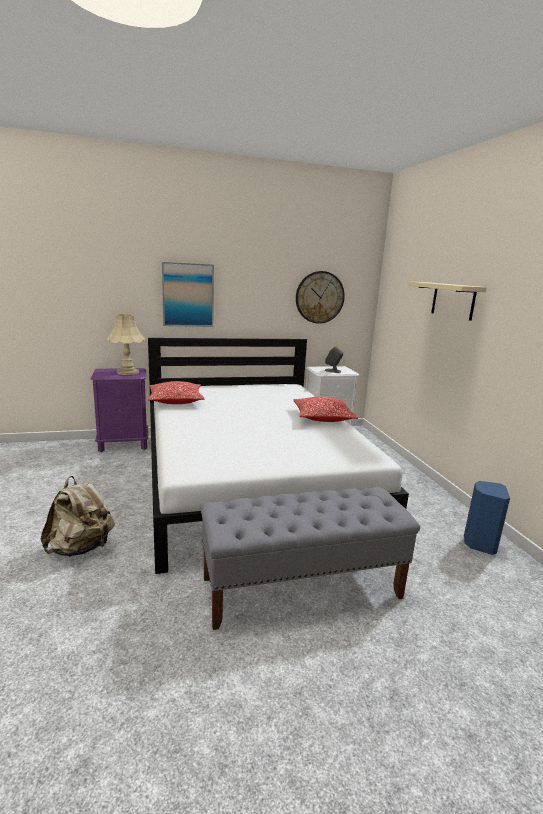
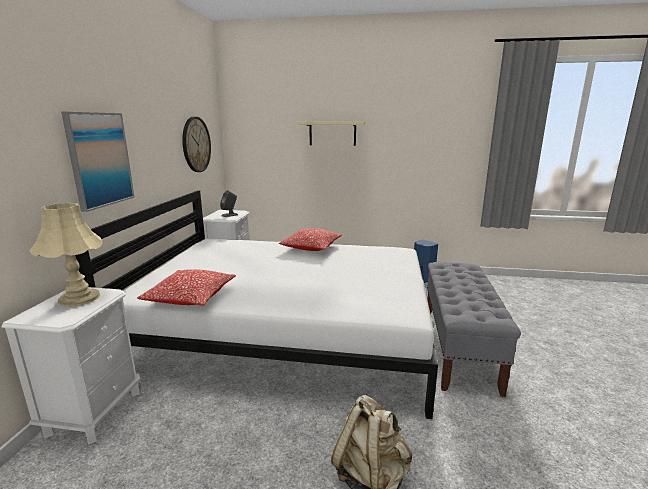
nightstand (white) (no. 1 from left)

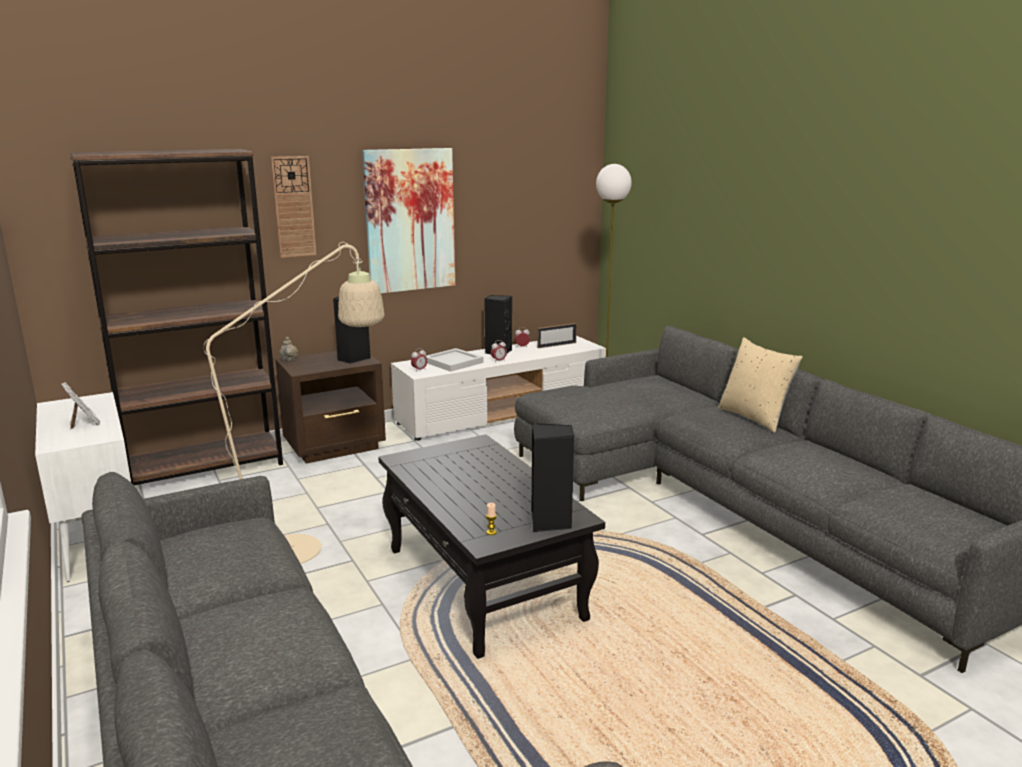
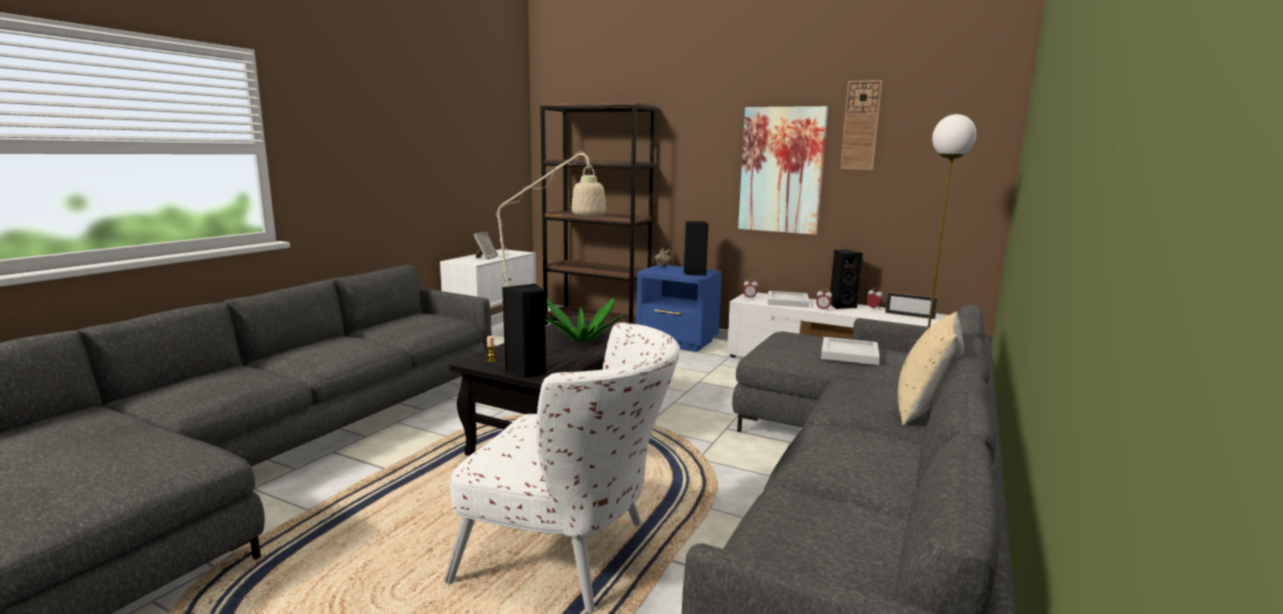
wall clock
nightstand (blue)
armchair (white)
potted plant
tray (white) (no. 2 from left)

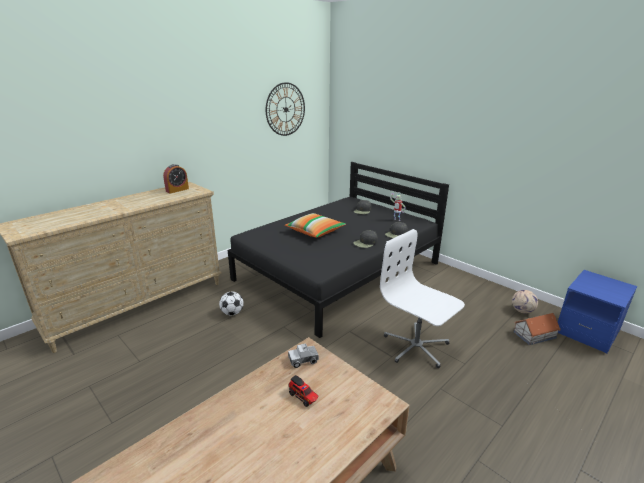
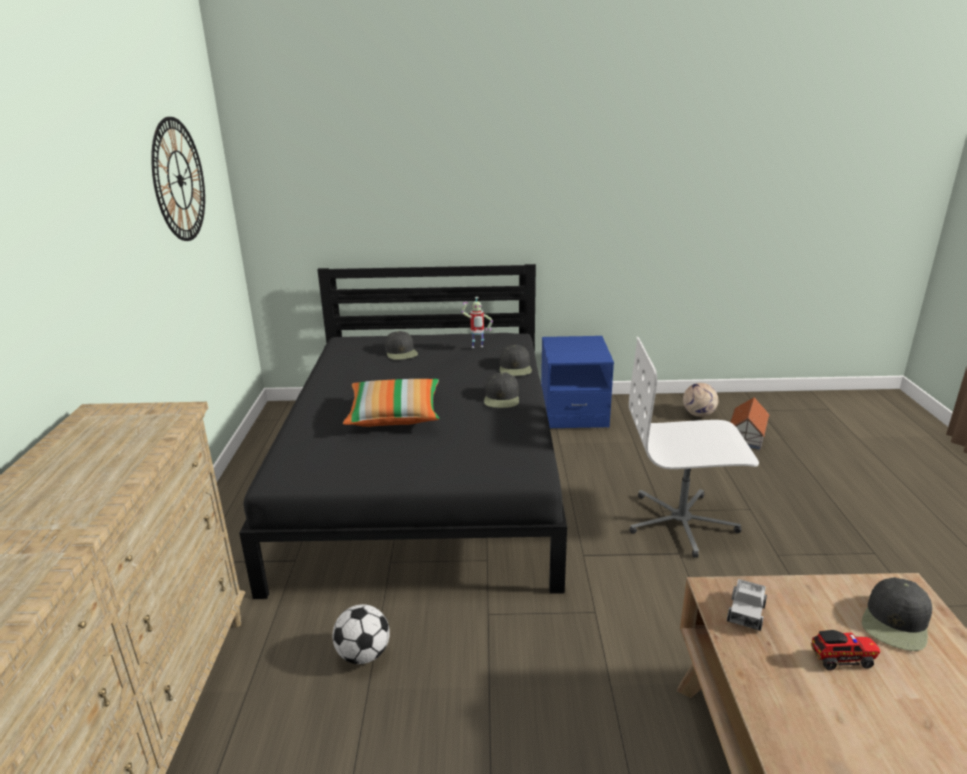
alarm clock
nightstand (blue)
cap (black) (no. 4 from left)

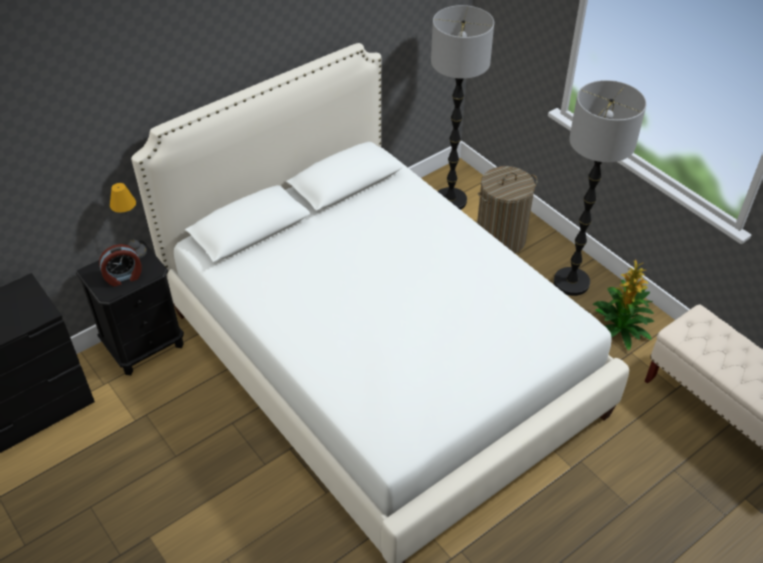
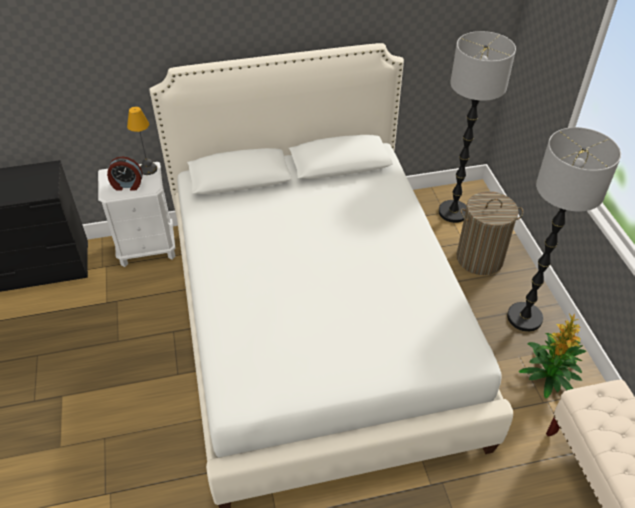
nightstand (white)

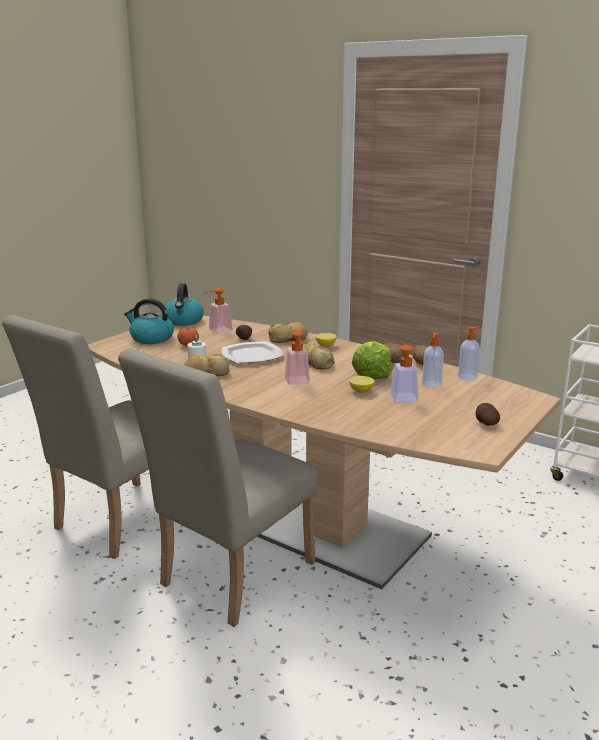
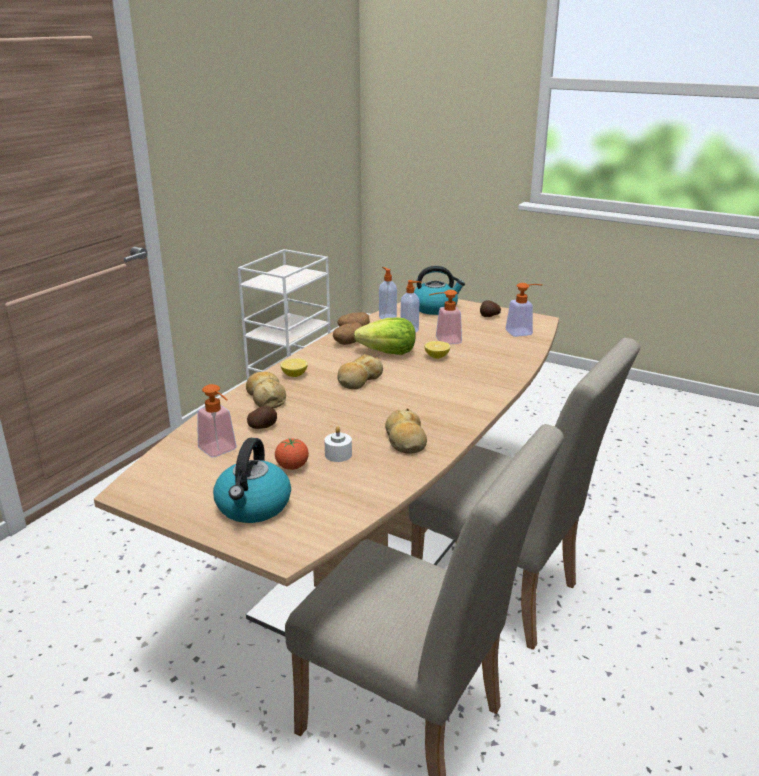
kettle (no. 2 from left)
plate
soap dispenser (no. 5 from left)

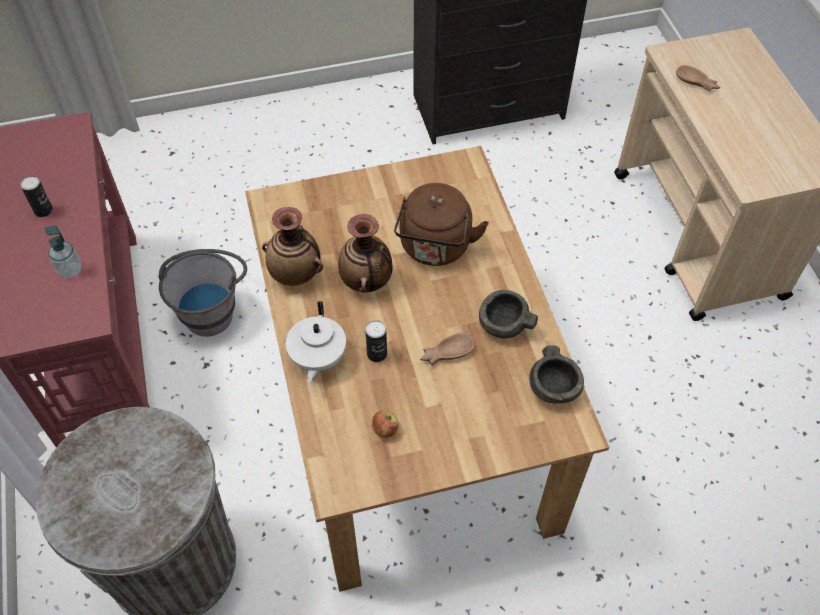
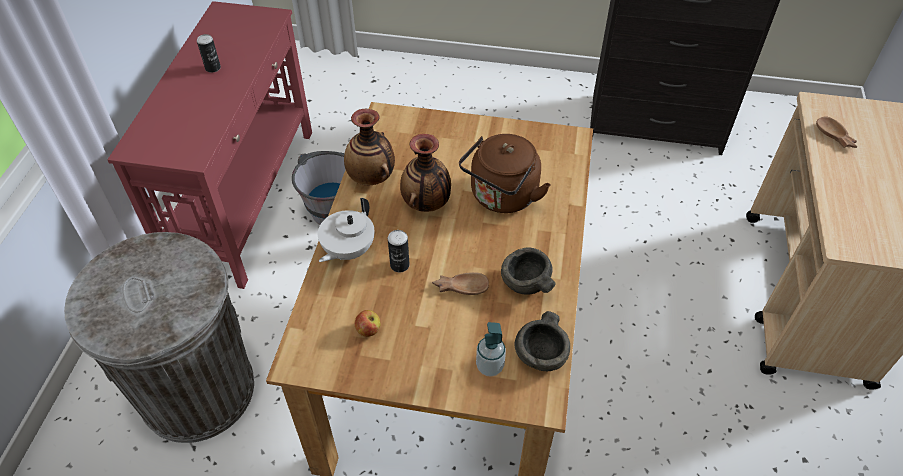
soap dispenser

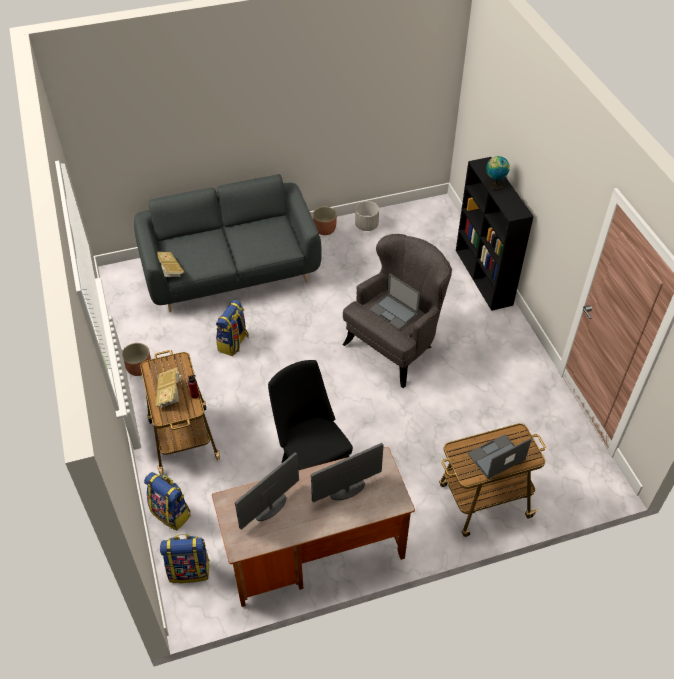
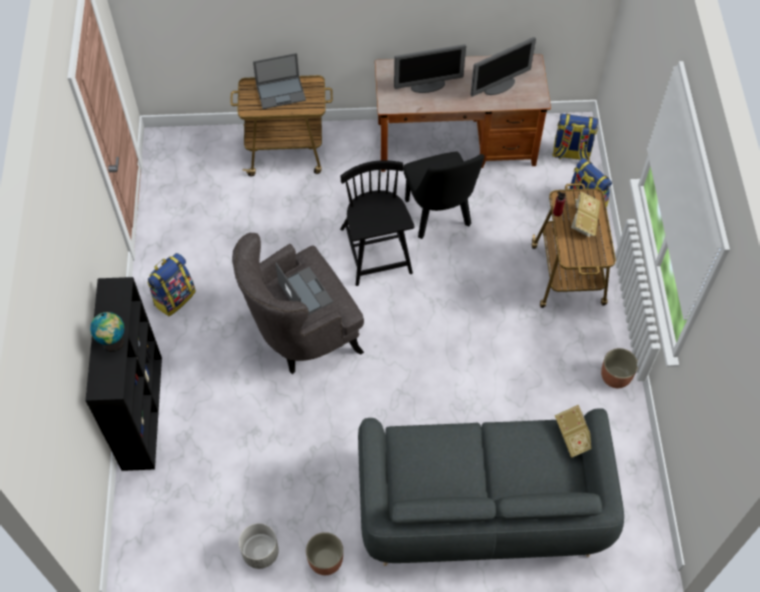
backpack (no. 1 from left)
chair (black) (no. 1 from left)

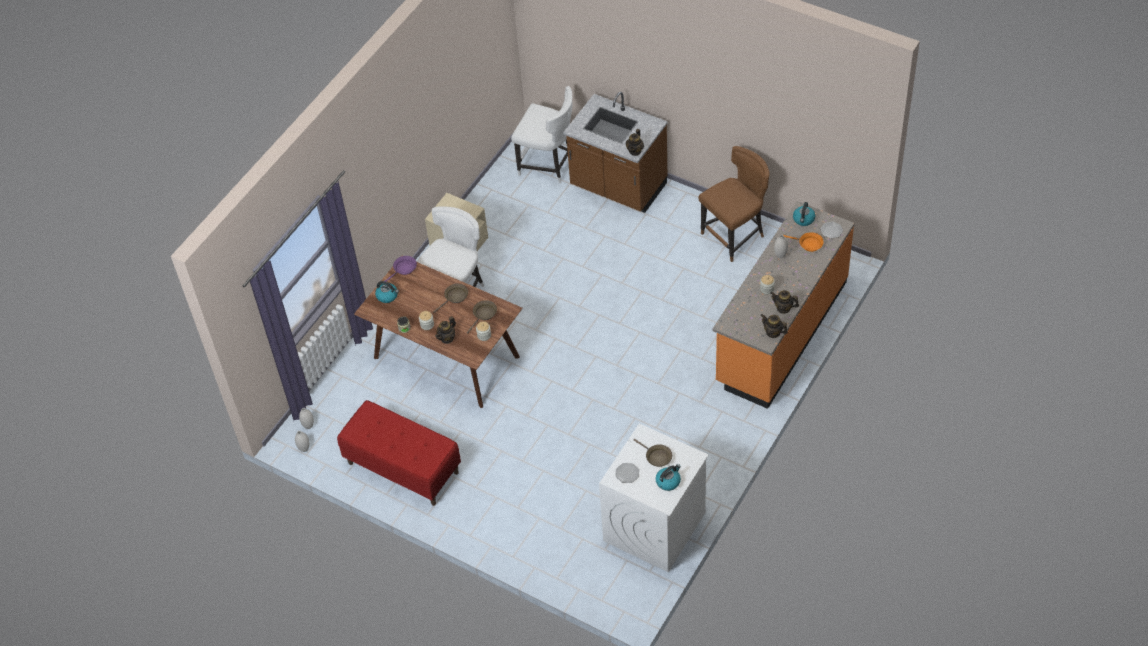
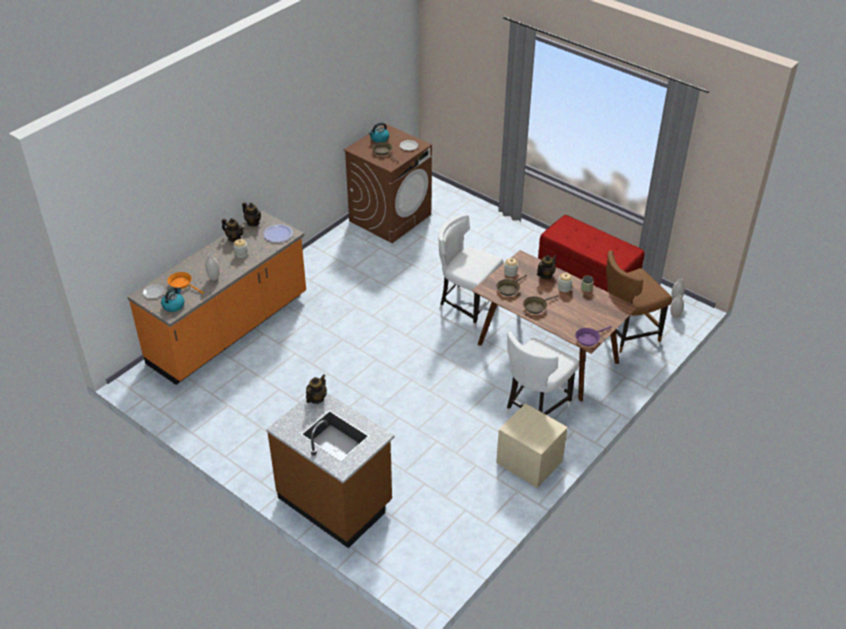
kettle (no. 1 from left in the first image)
chair (white) (no. 1 from left)
washing machine (brown)
chair (brown)
plate (no. 2 from left)

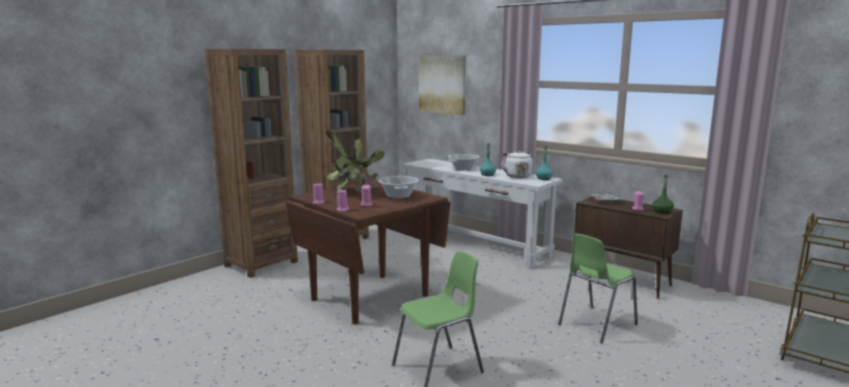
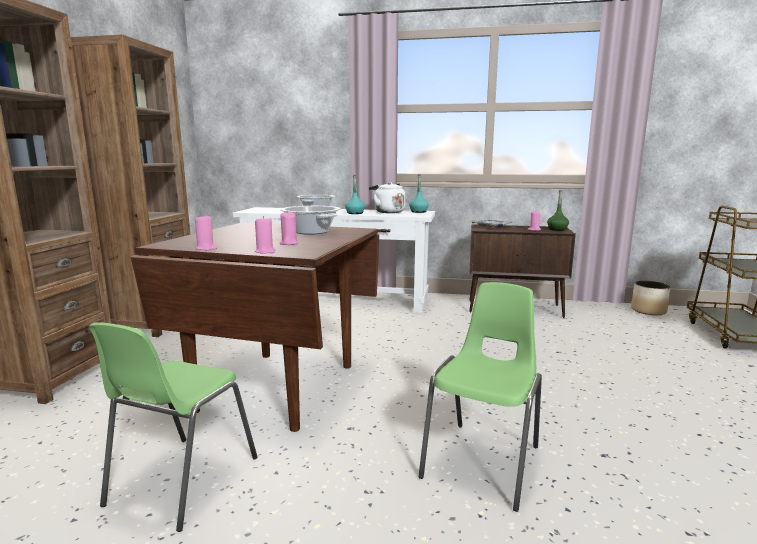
potted plant
picture
chair (green) (no. 1 from left)
planter

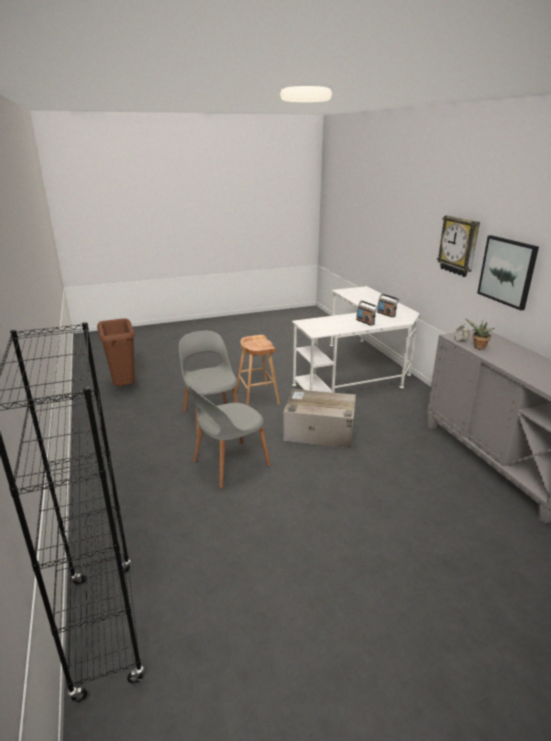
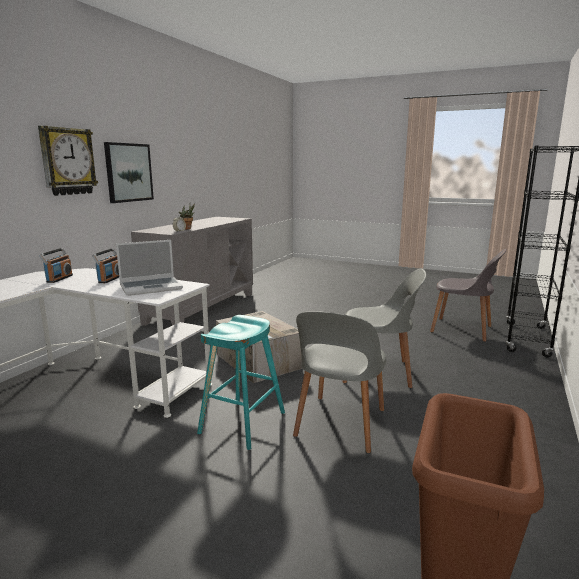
stool (turquoise)
laptop
chair (grey) (no. 3 from left)

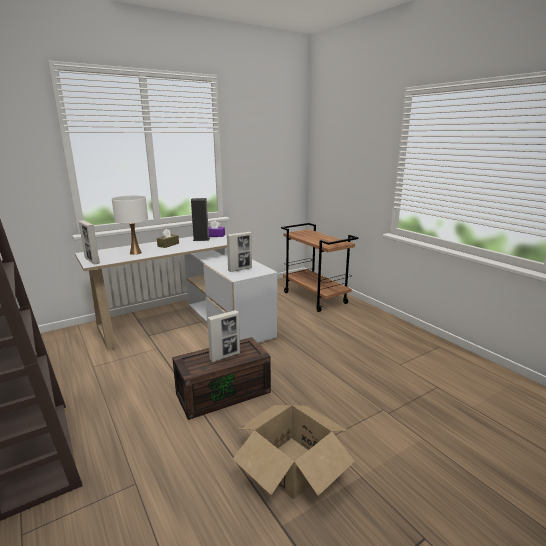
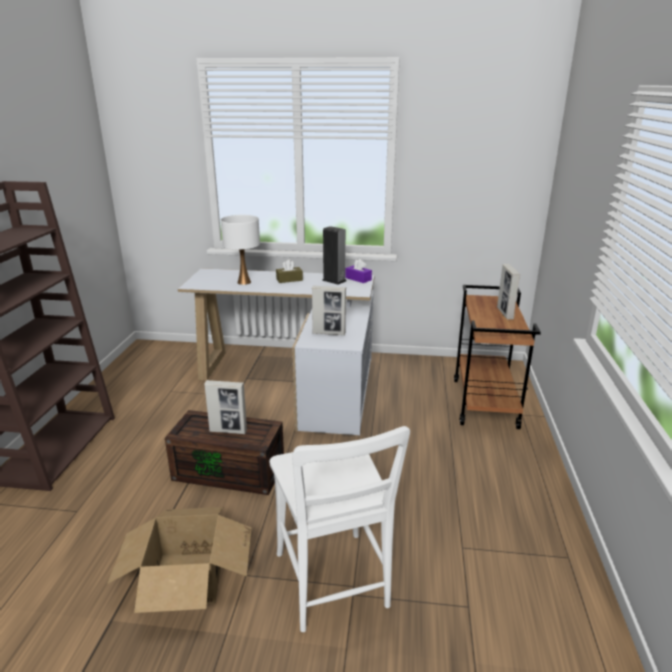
picture frame (no. 3 from left)
chair (white)

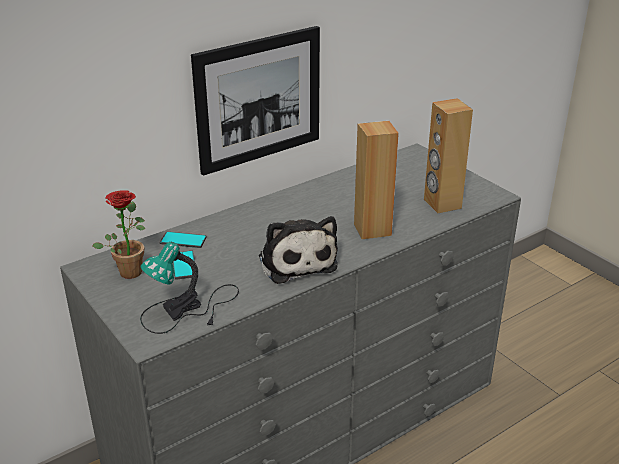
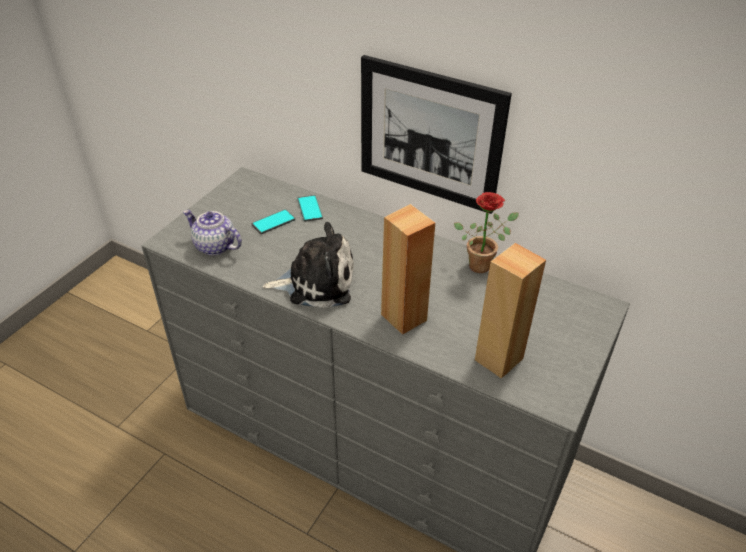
potted plant
teapot
plush toy

